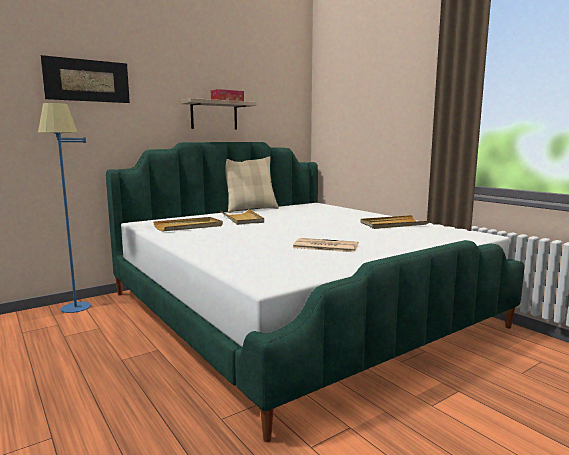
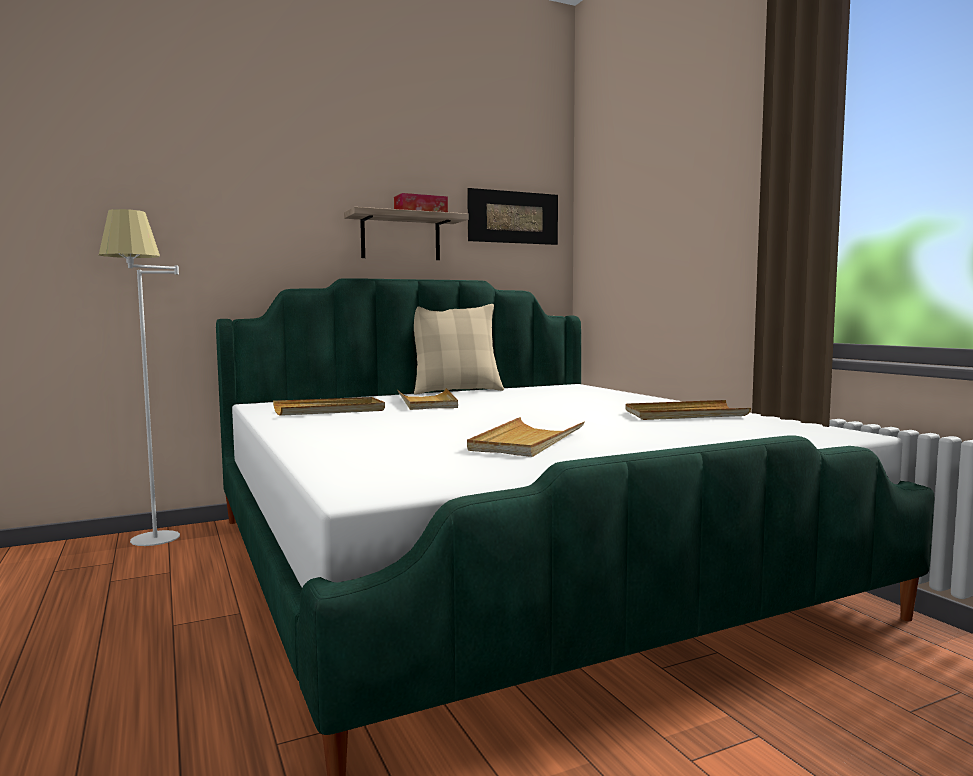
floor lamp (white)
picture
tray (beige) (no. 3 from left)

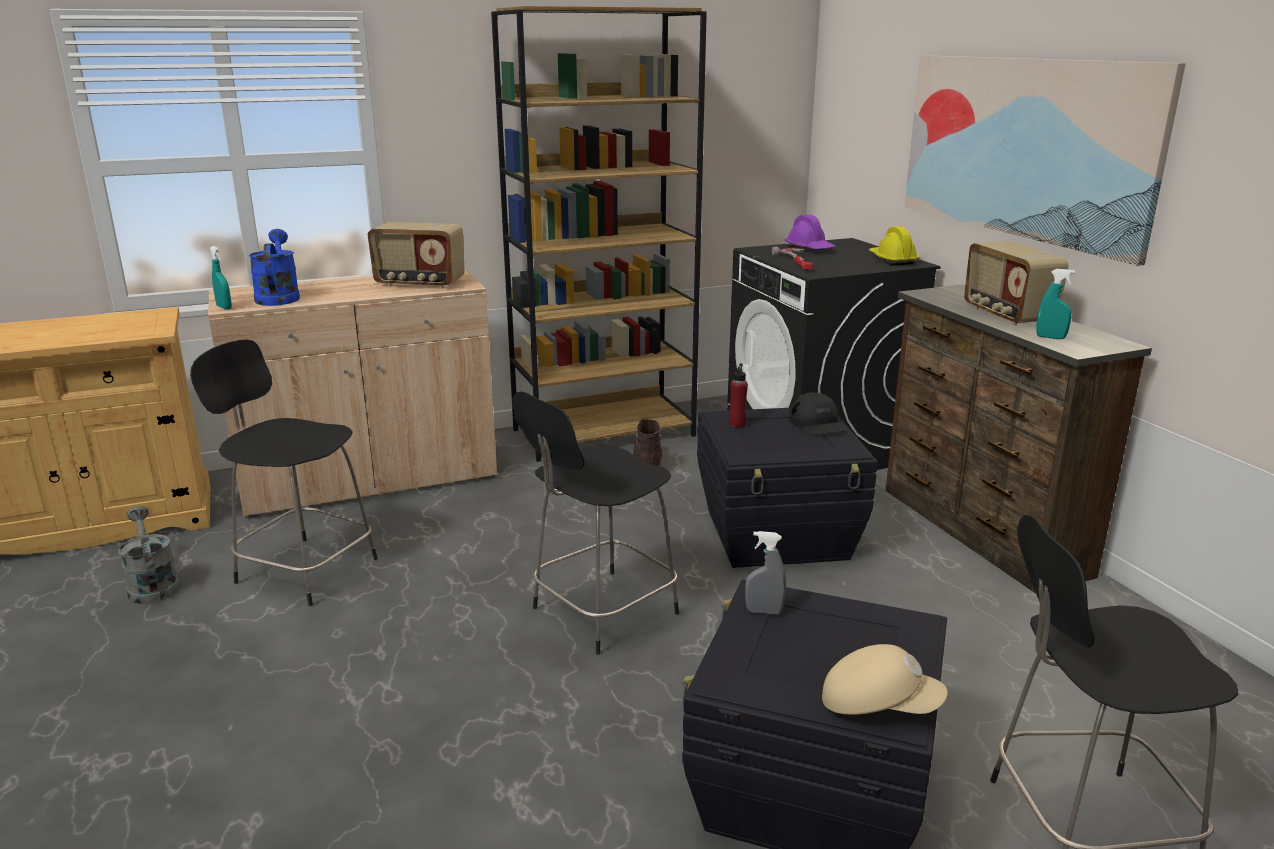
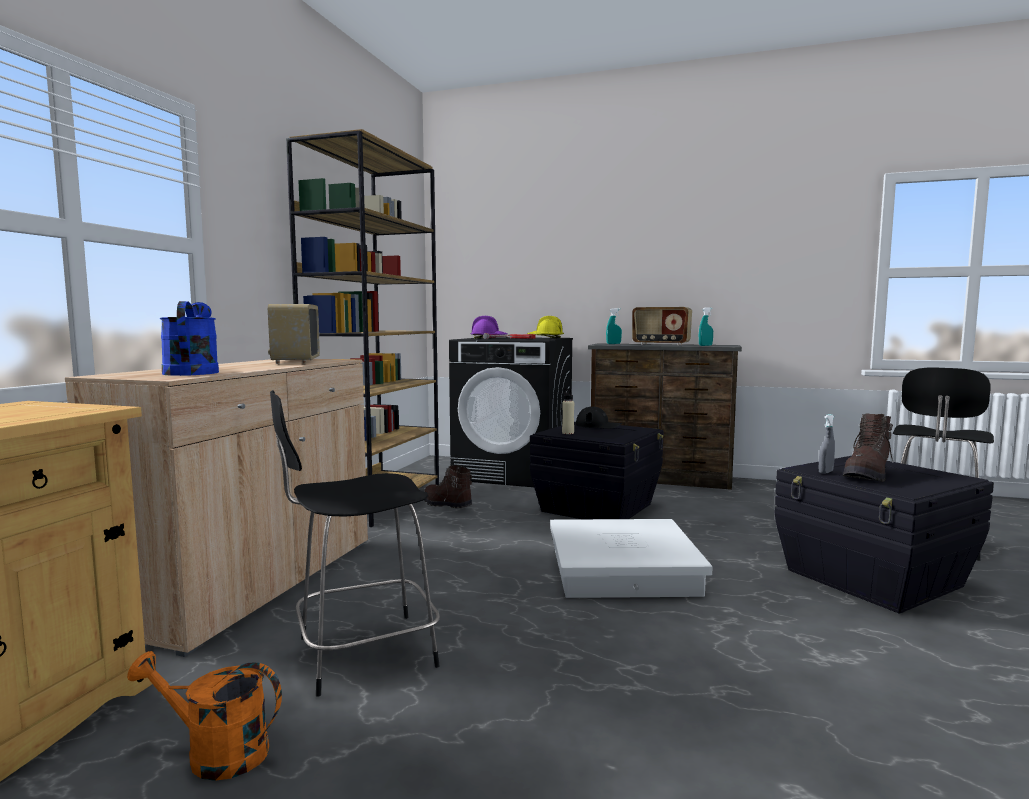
watering can (orange)
spray bottle (turquoise) (no. 1 from left)
watering can (blue)
radio (no. 1 from left)
storage box (white)
bottle (beige)
cap (beige)
picture
boot (brown) (no. 2 from left)

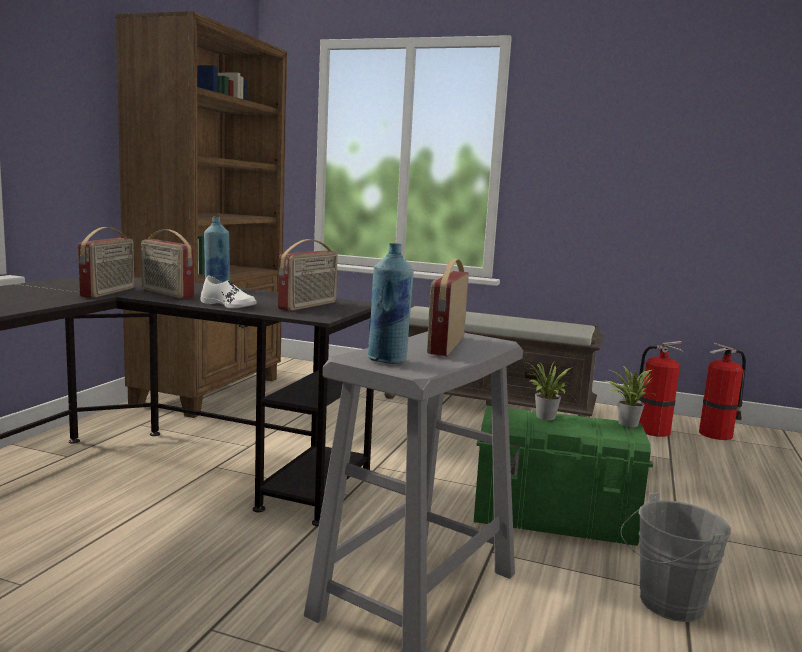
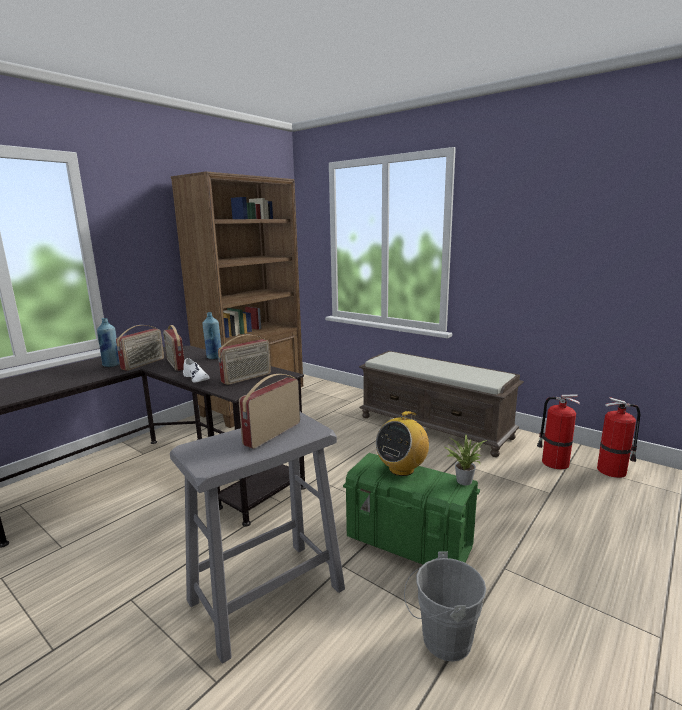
bottle (blue) (no. 1 from left)
radio (no. 5 from left)

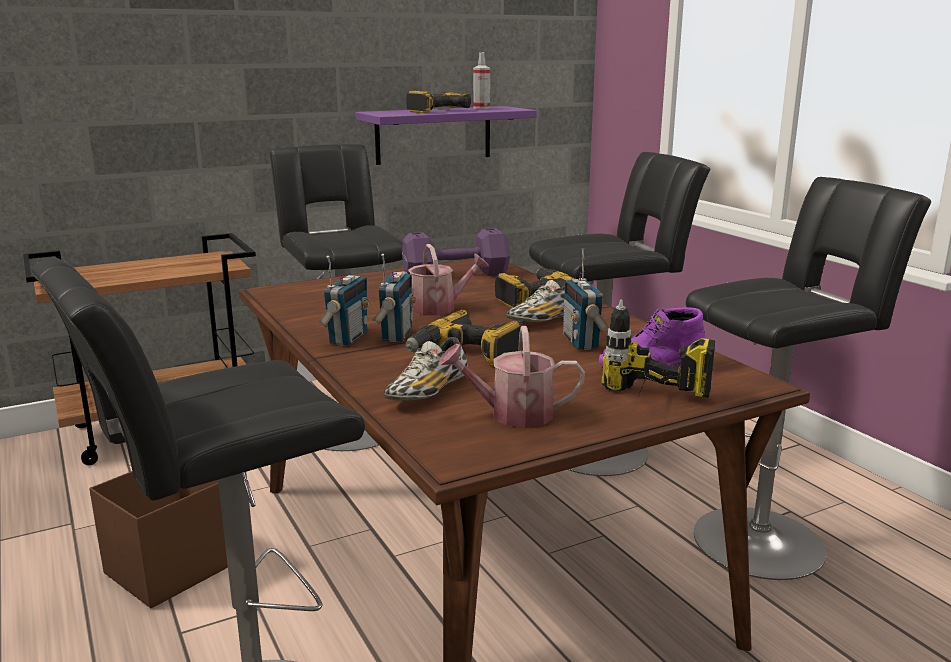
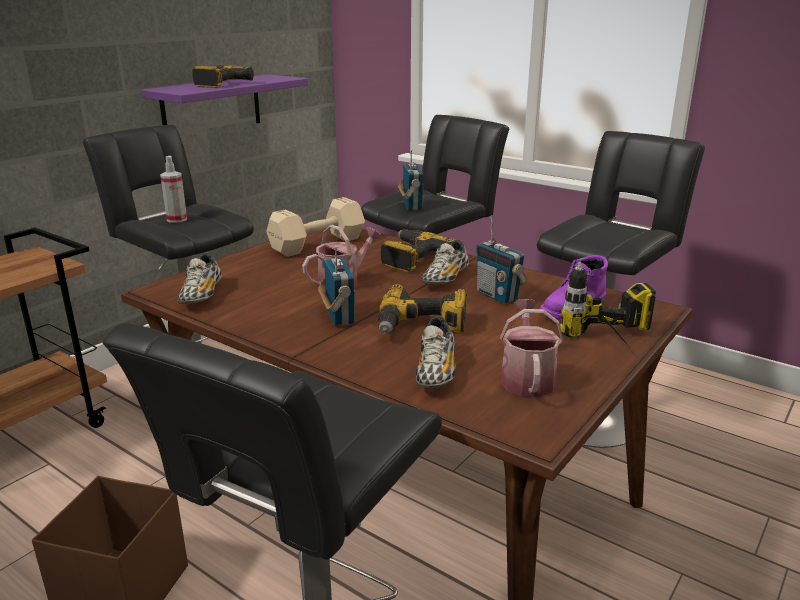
radio (no. 2 from left)
dumbbell (beige)
watering can (no. 2 from left)
spray bottle
shoe (no. 1 from left)

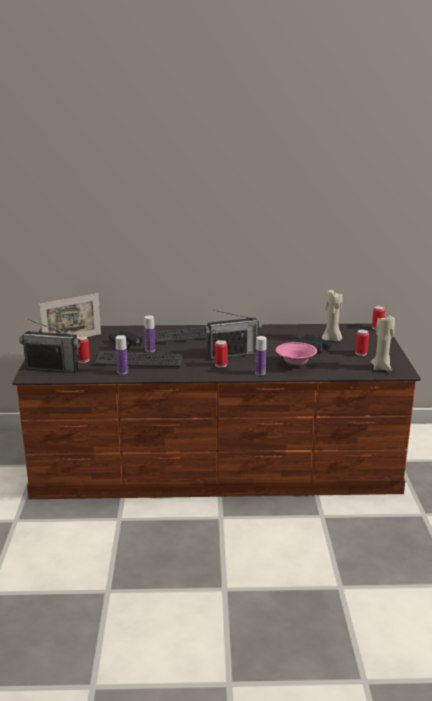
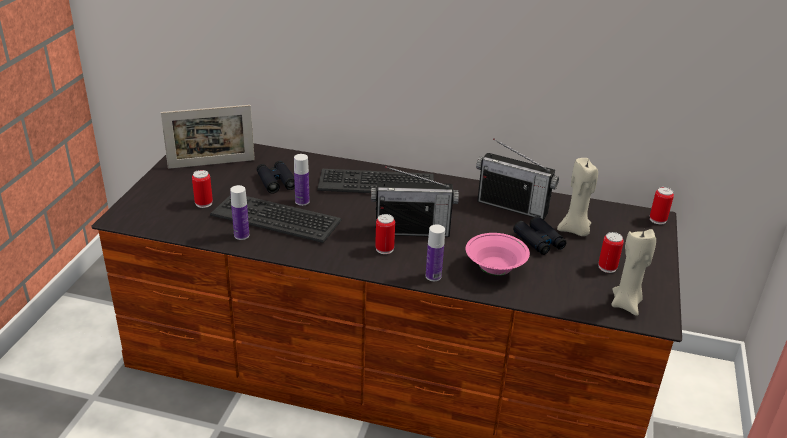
radio (no. 2 from left)

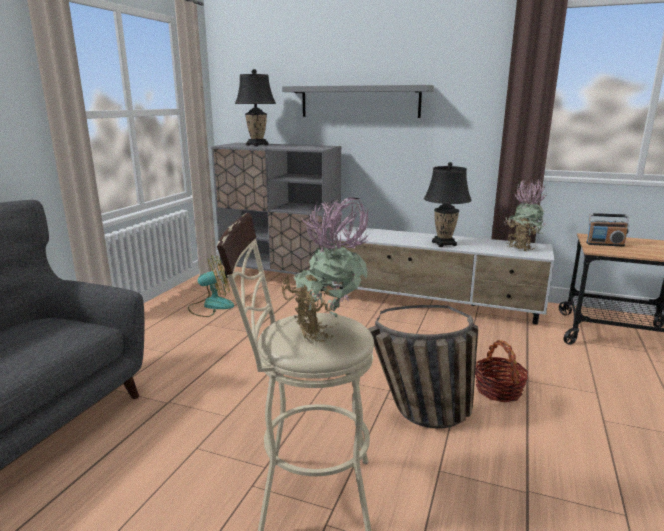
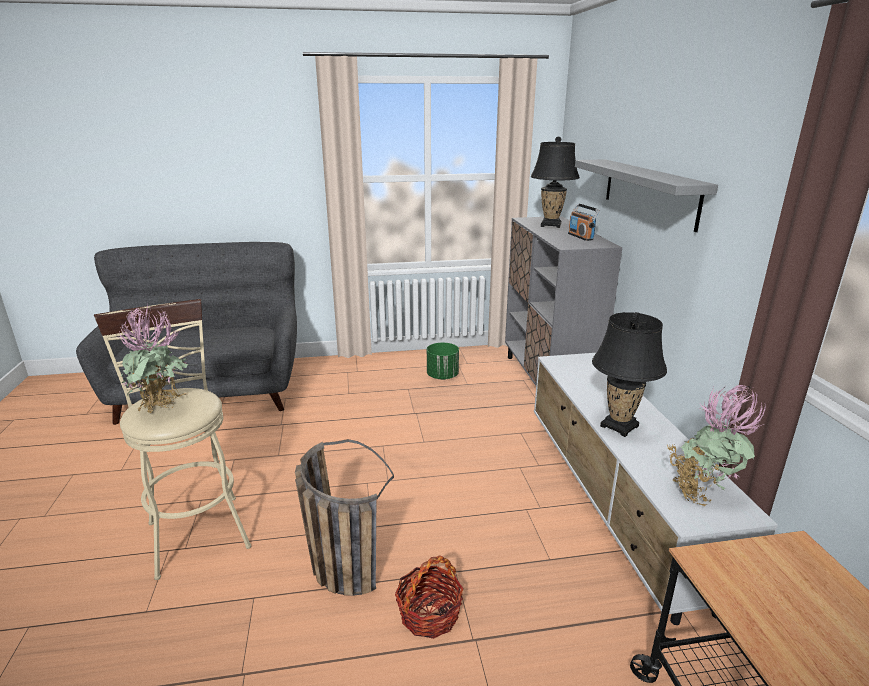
planter (green)
radio

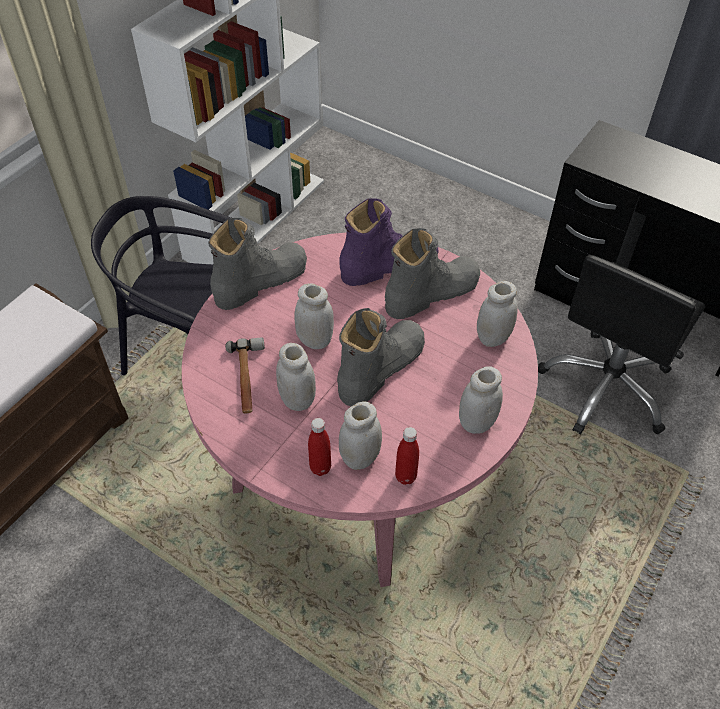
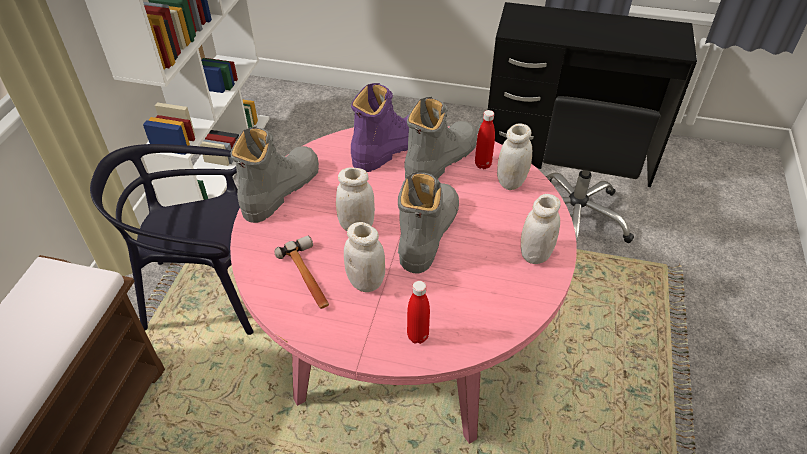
jar (white) (no. 3 from left in the first image)
bottle (red) (no. 2 from left)

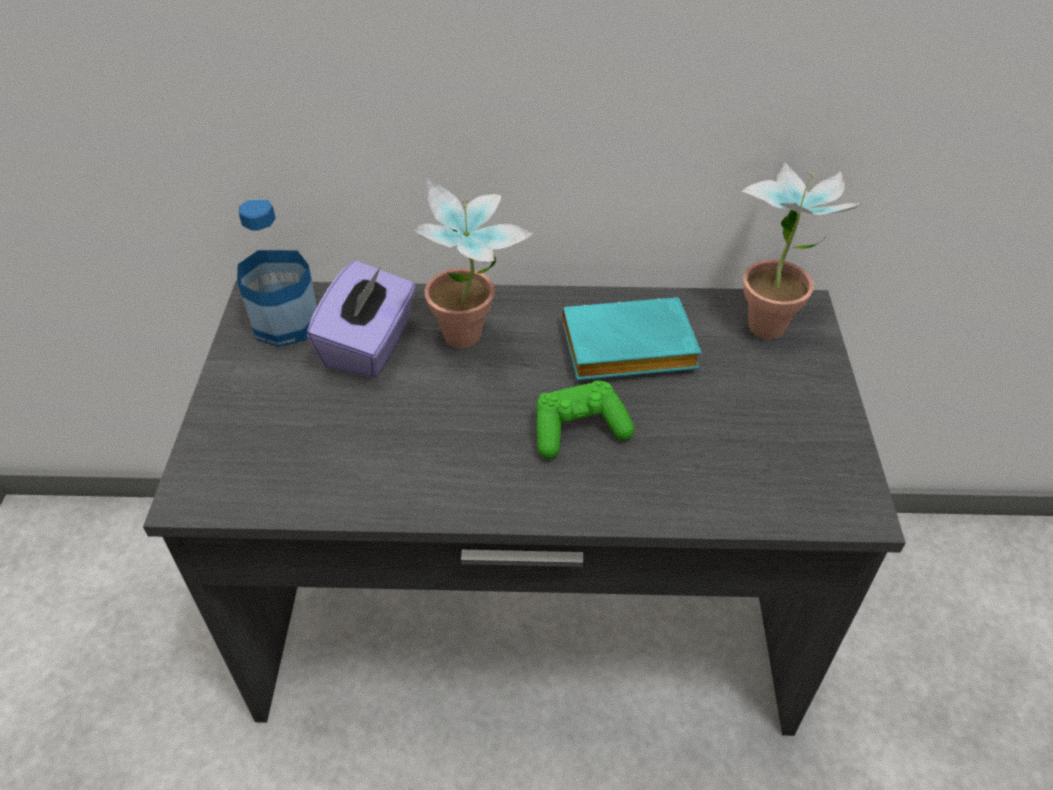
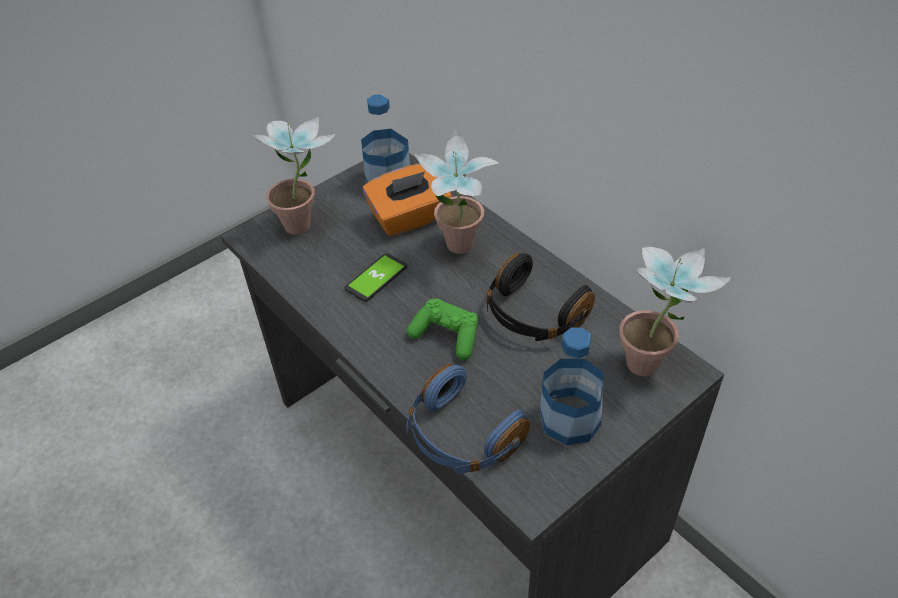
tissue box (orange)
headphones (black)
potted plant (no. 1 from left)
phone
headphones (blue)
bottle (no. 2 from left)

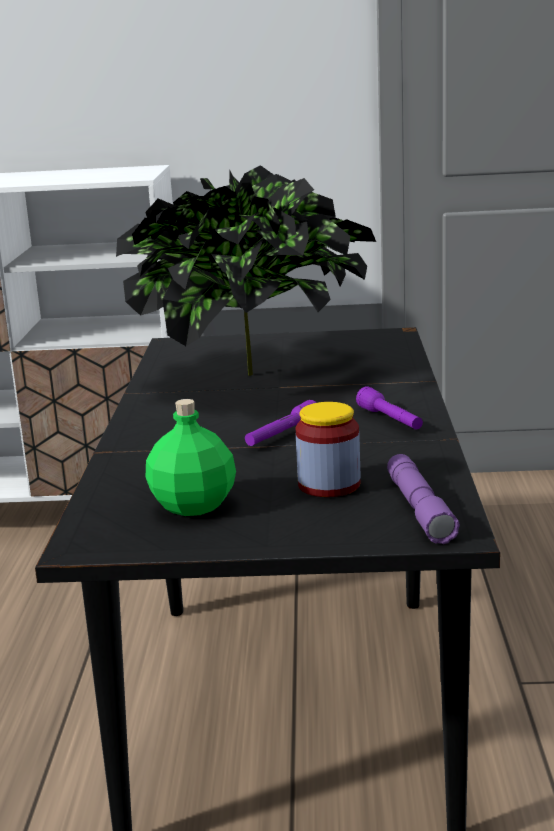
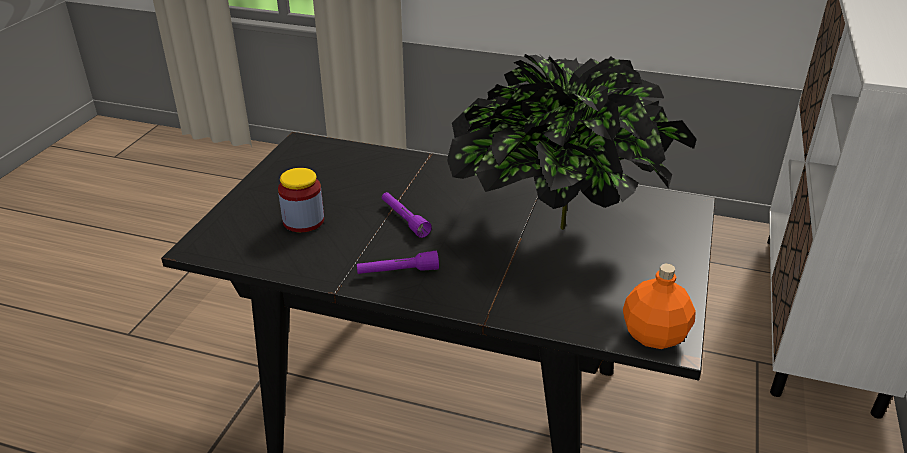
bottle (green)
flashlight (purple) (no. 3 from left in the first image)
bottle (orange)

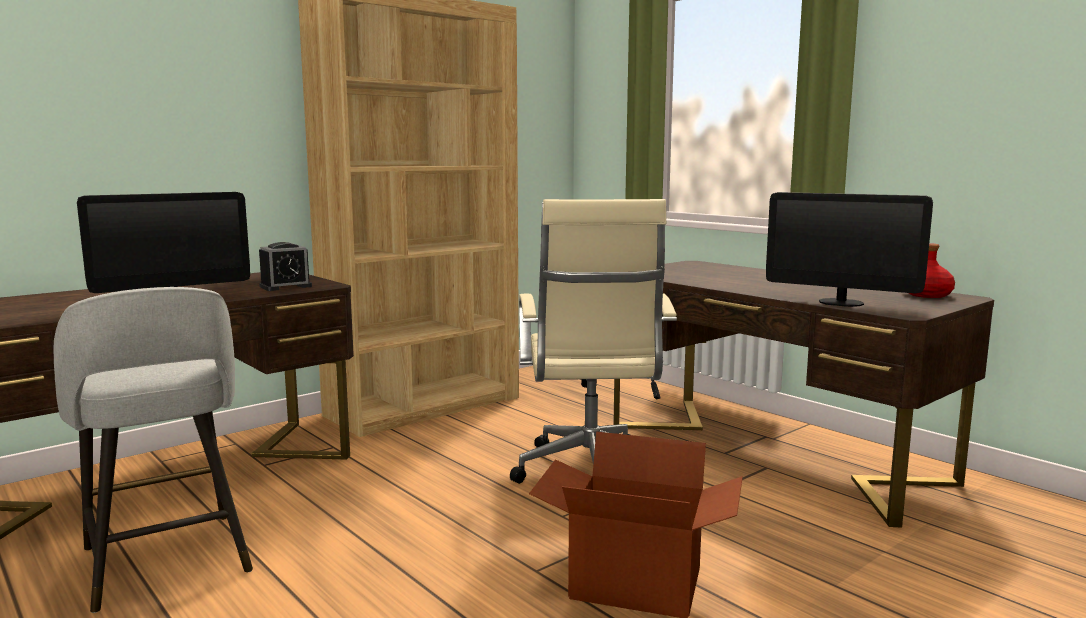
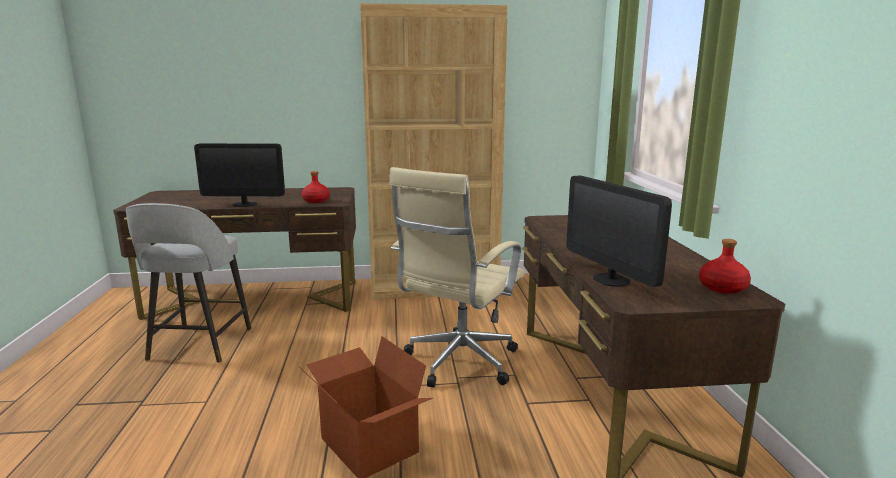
bottle (red) (no. 1 from left)

